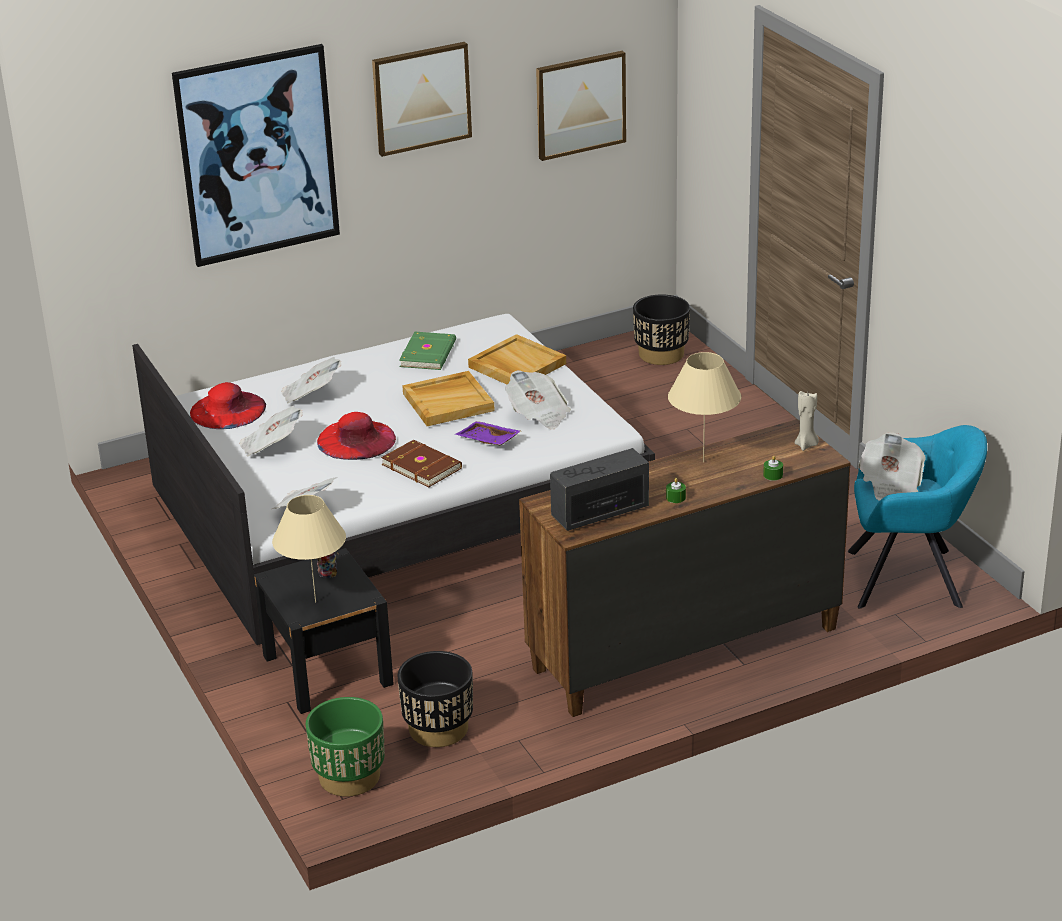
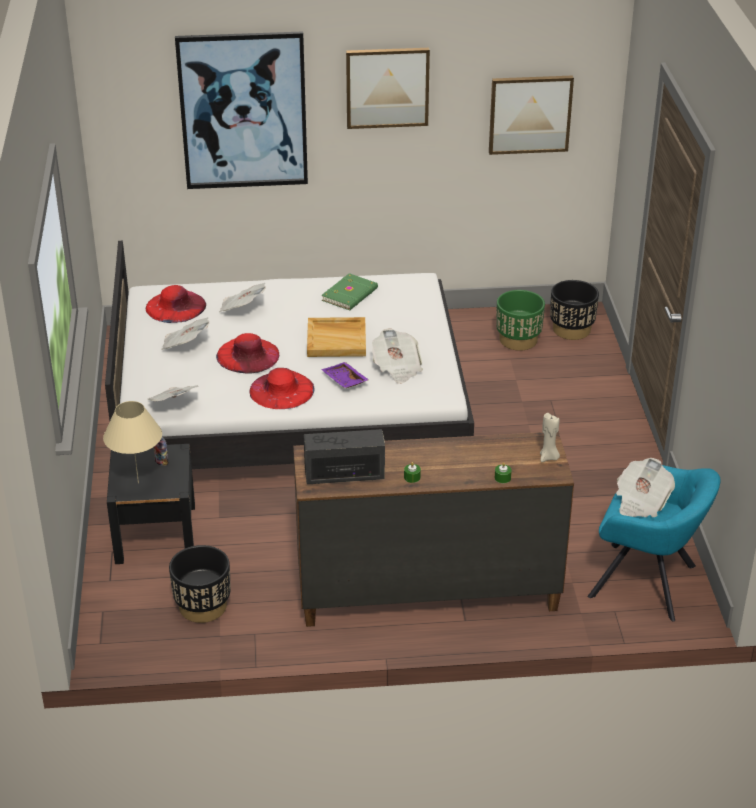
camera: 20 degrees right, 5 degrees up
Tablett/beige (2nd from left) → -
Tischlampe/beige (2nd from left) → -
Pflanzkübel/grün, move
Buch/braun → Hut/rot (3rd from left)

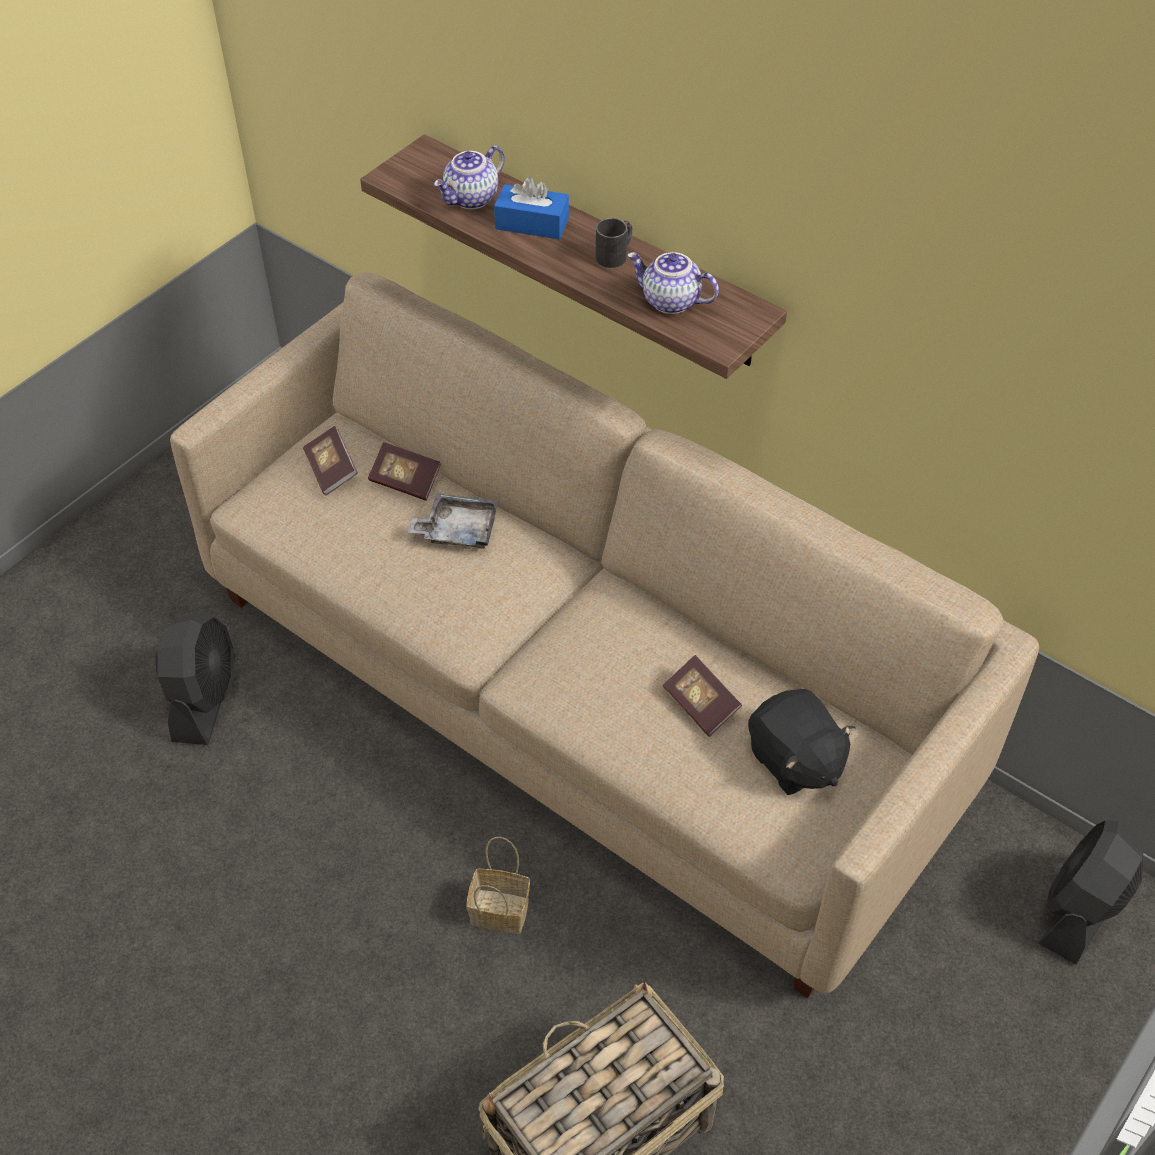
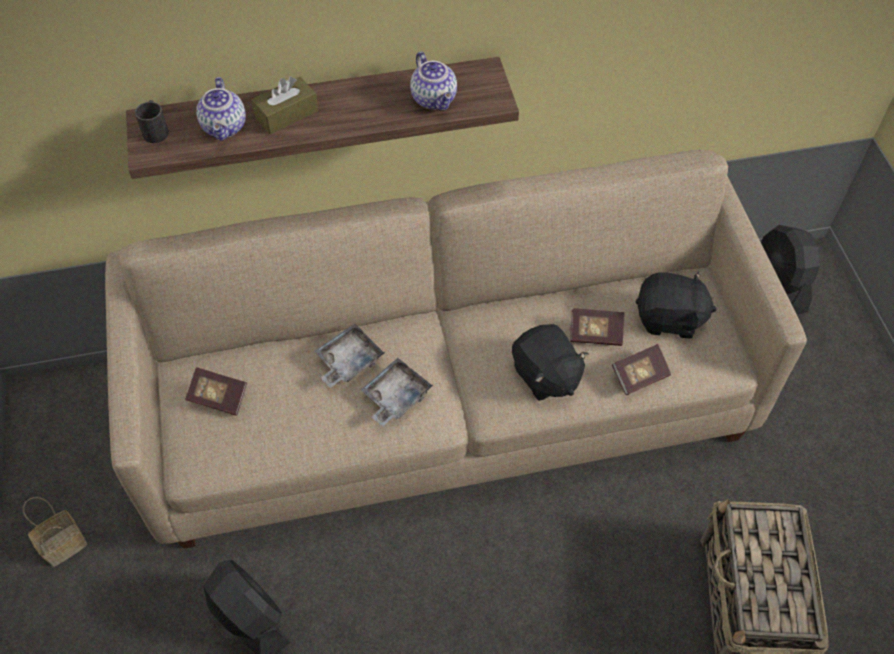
camera: 50 degrees left, 5 degrees up
- → Tablett/grau (2nd from left)
- → Plüschtier/schwarz (1st from left)
Buch (2nd from left in the first image) → Buch (3rd from left), move
Korb (1st from left), move
Henkelbecher/schwarz, move
Taschentuchbox/blau → Taschentuchbox/braun
Teekanne (2nd from left), 90 degrees counterclockwise

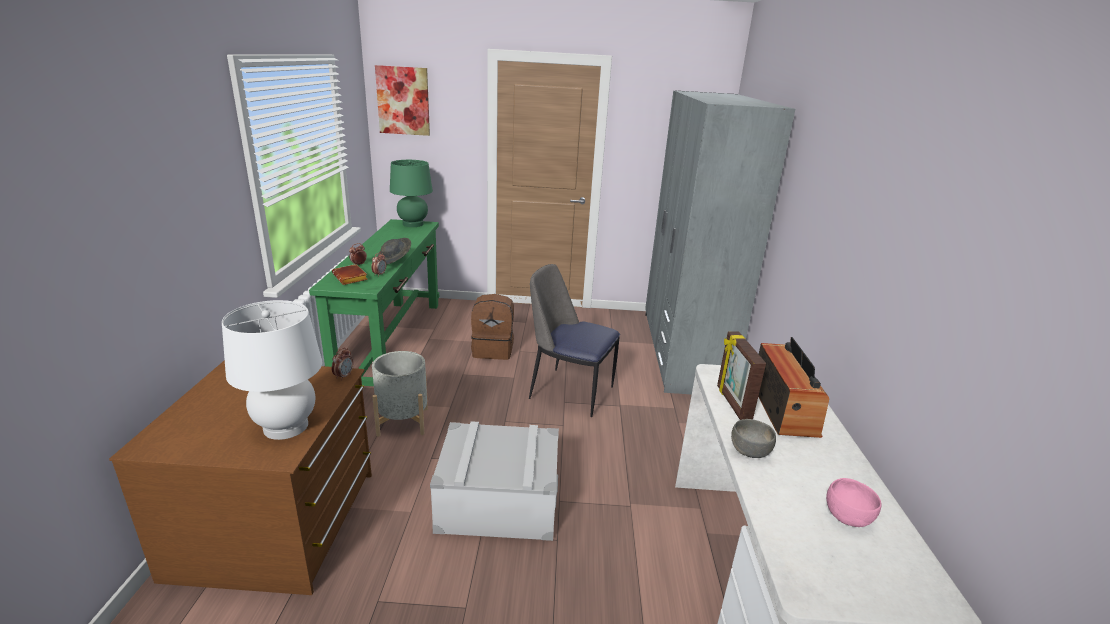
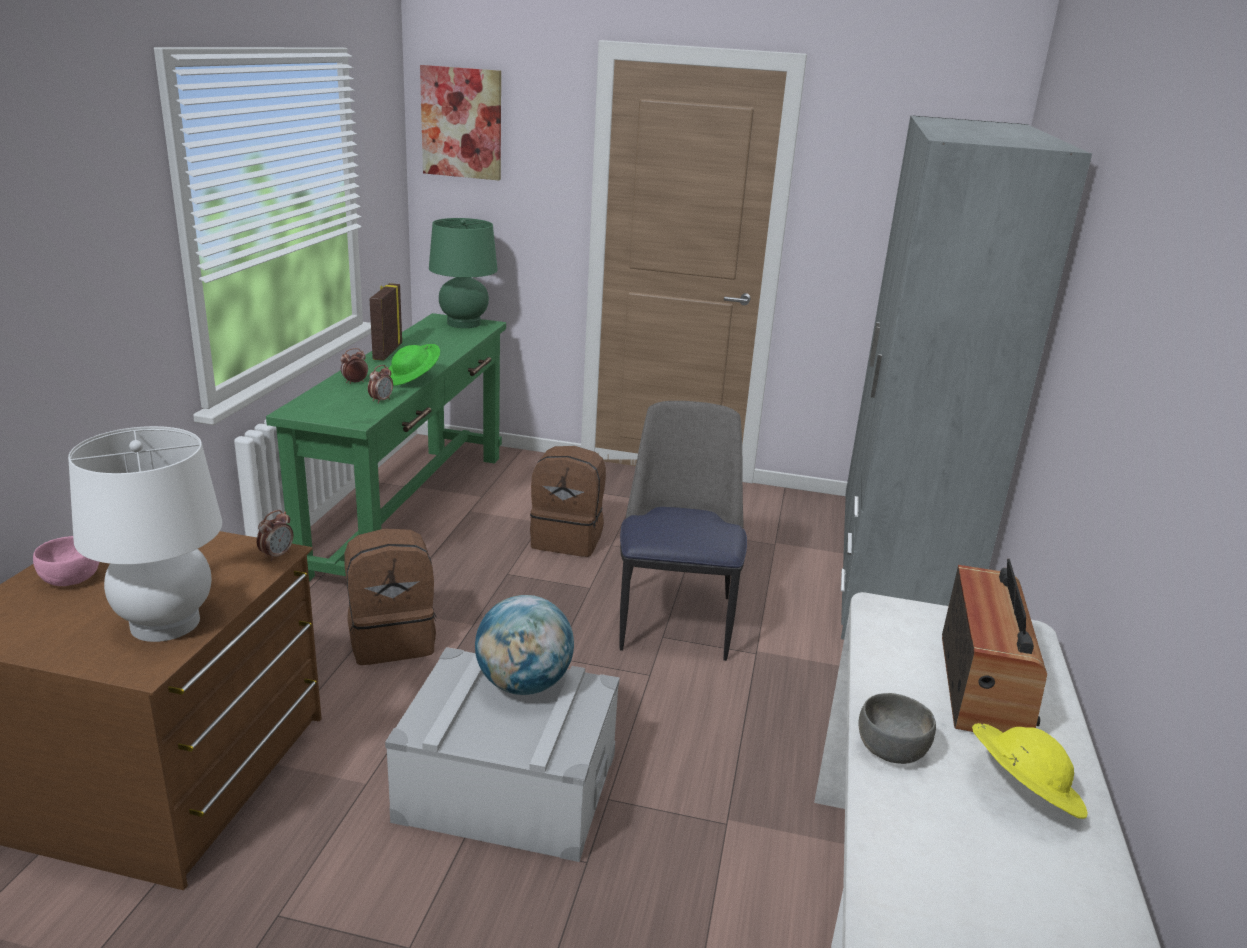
camera: 10 degrees right, 0 degrees up
Buch/braun → -
- → Globus
- → Hut/gelb
Bilderrahmen, move
Schüssel/rosa, move
Pflanzkübel/grau → Rucksack/braun (1st from left)
Hut/grau → Hut/grün
Stuhl, 60 degrees clockwise

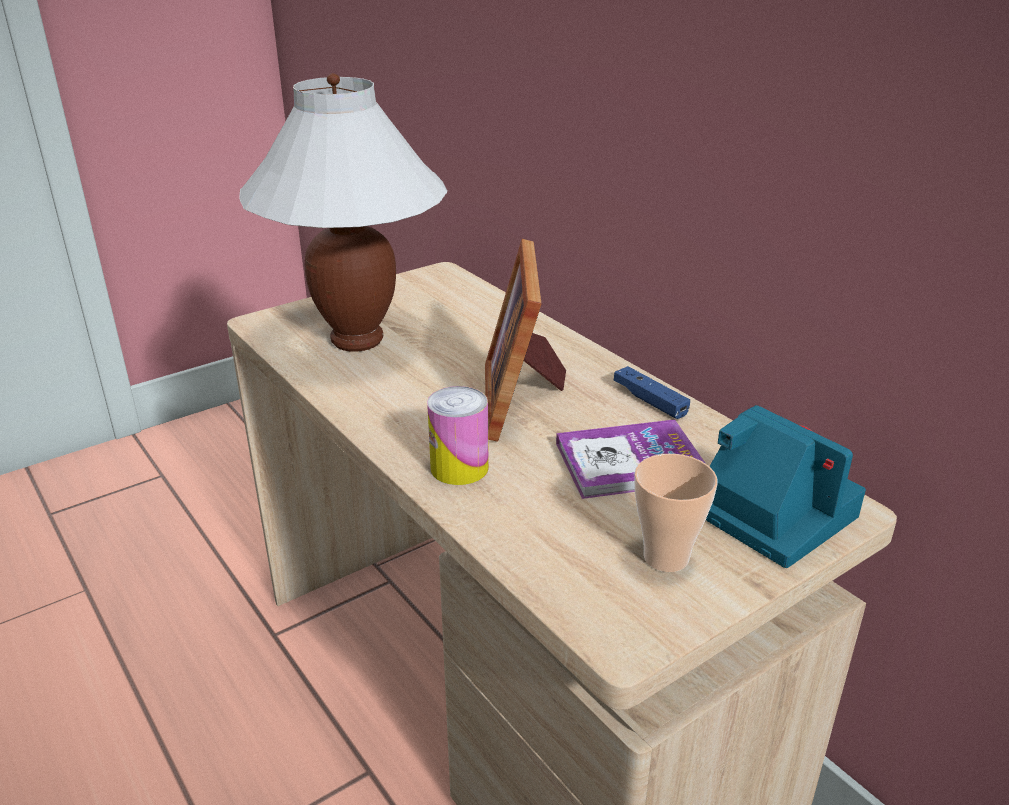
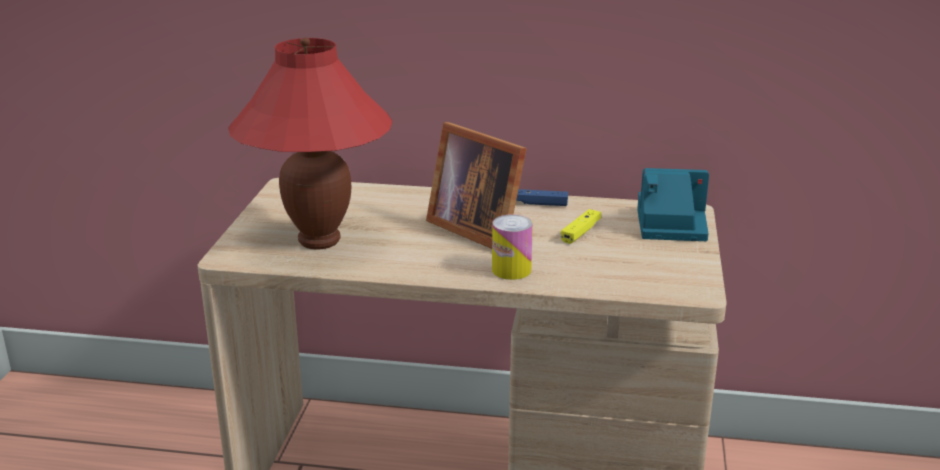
camera: 45 degrees left, 5 degrees down
Tasse → -
Buch → Gamepad/gelb
Tischlampe/weiß → Tischlampe/rot

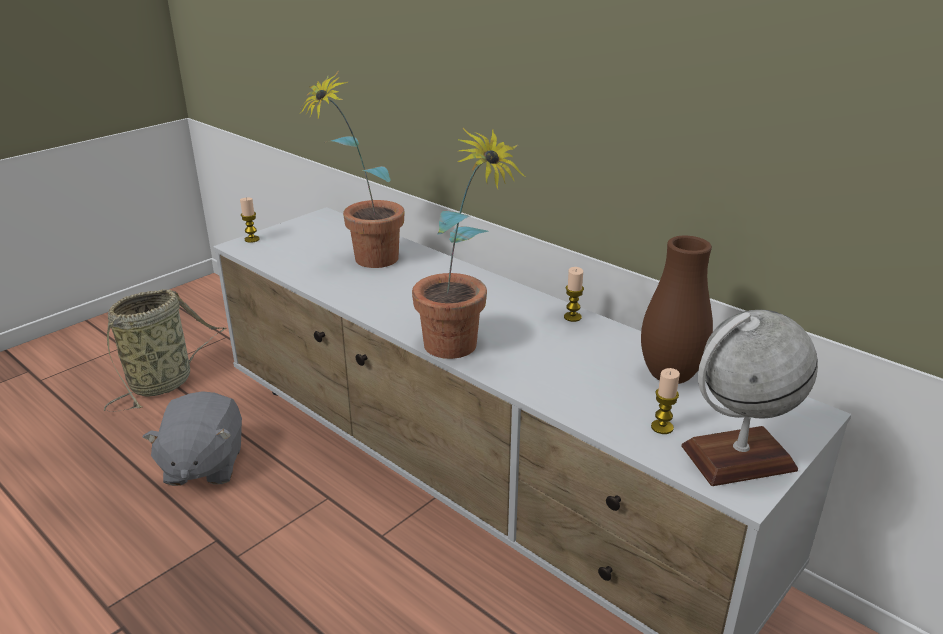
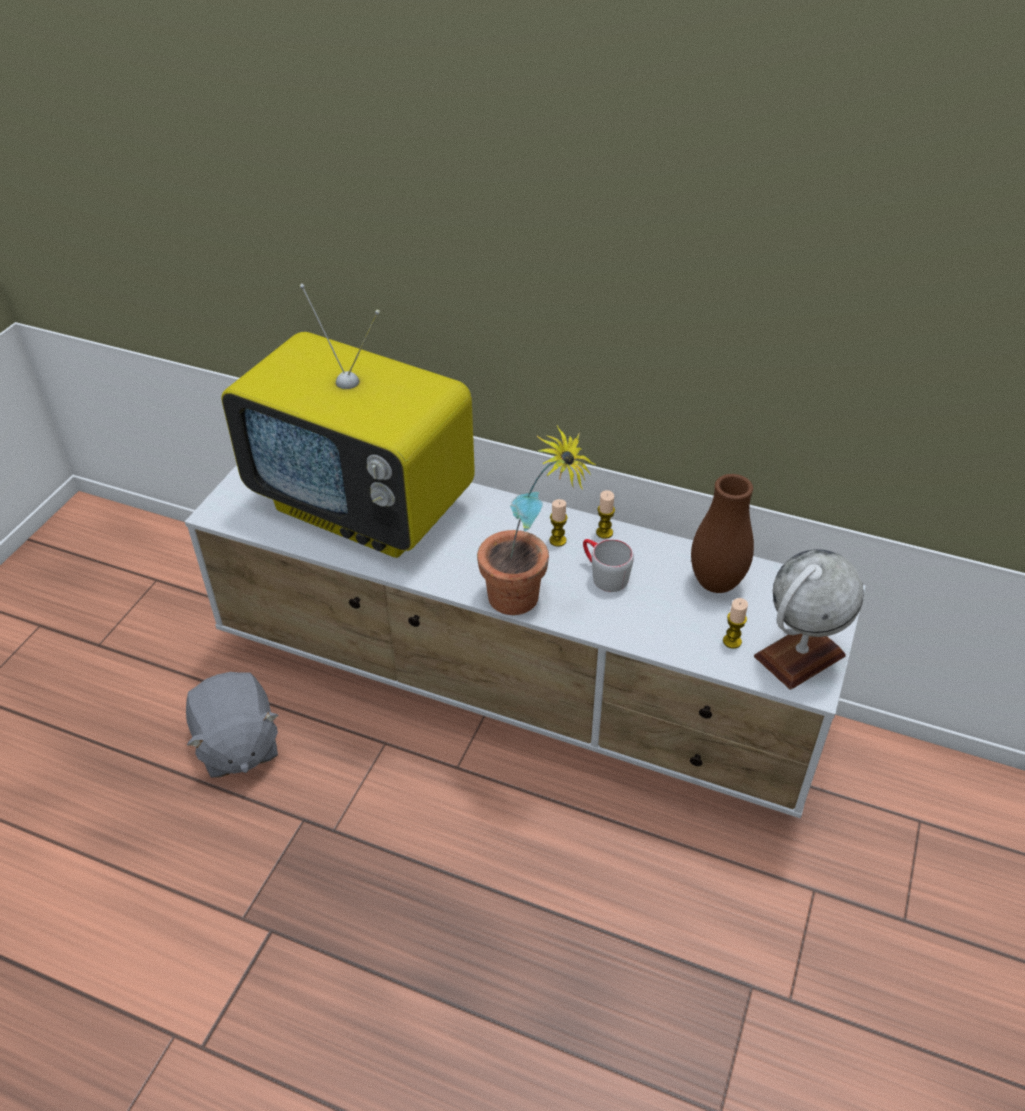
camera: 20 degrees left, 15 degrees up
Korb → -
- → Henkelbecher/grau
Kerze (1st from left), move
Topfpflanze (1st from left) → Fernseher

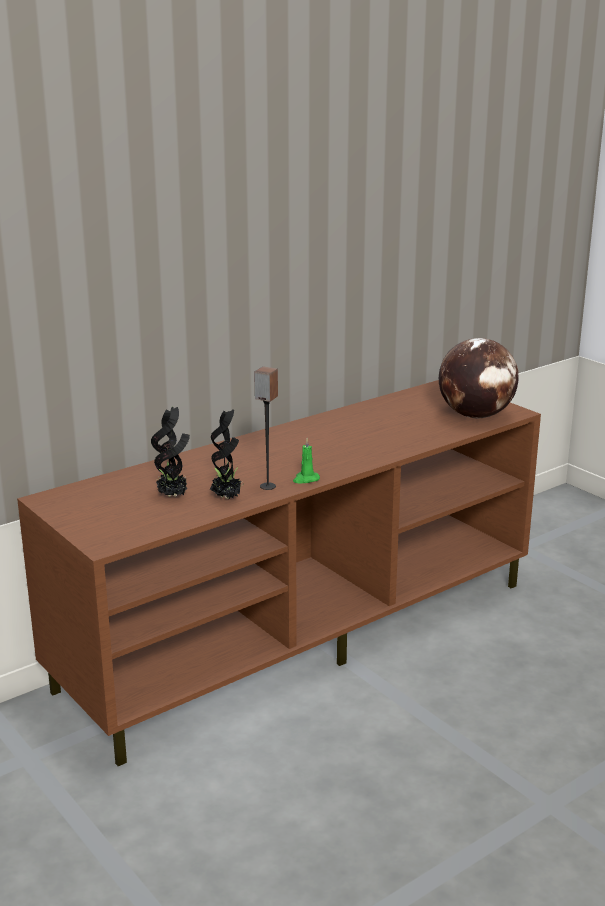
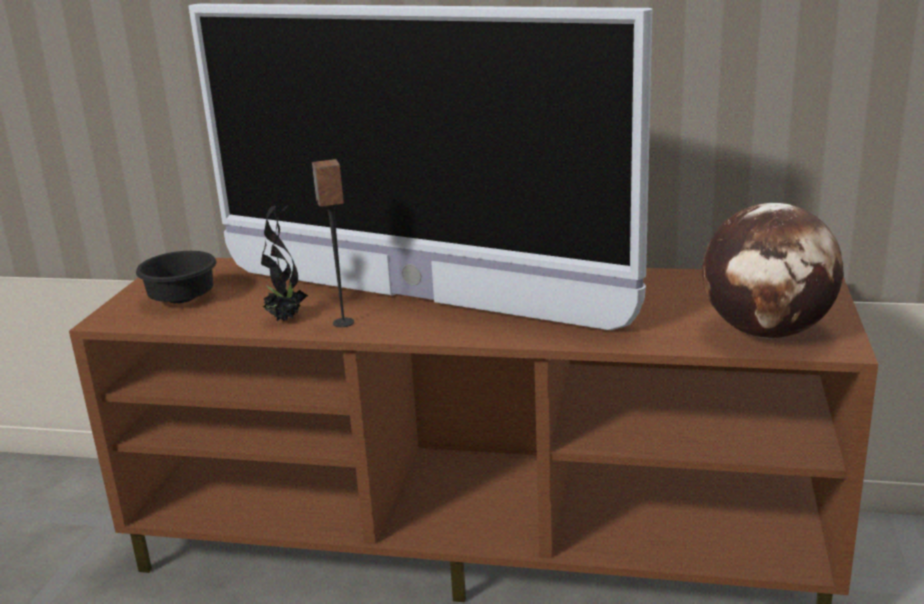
camera: 50 degrees right, 0 degrees up
Topfpflanze (1st from left) → -
Kerze/grün → -
- → Schüssel/schwarz
- → Fernseher

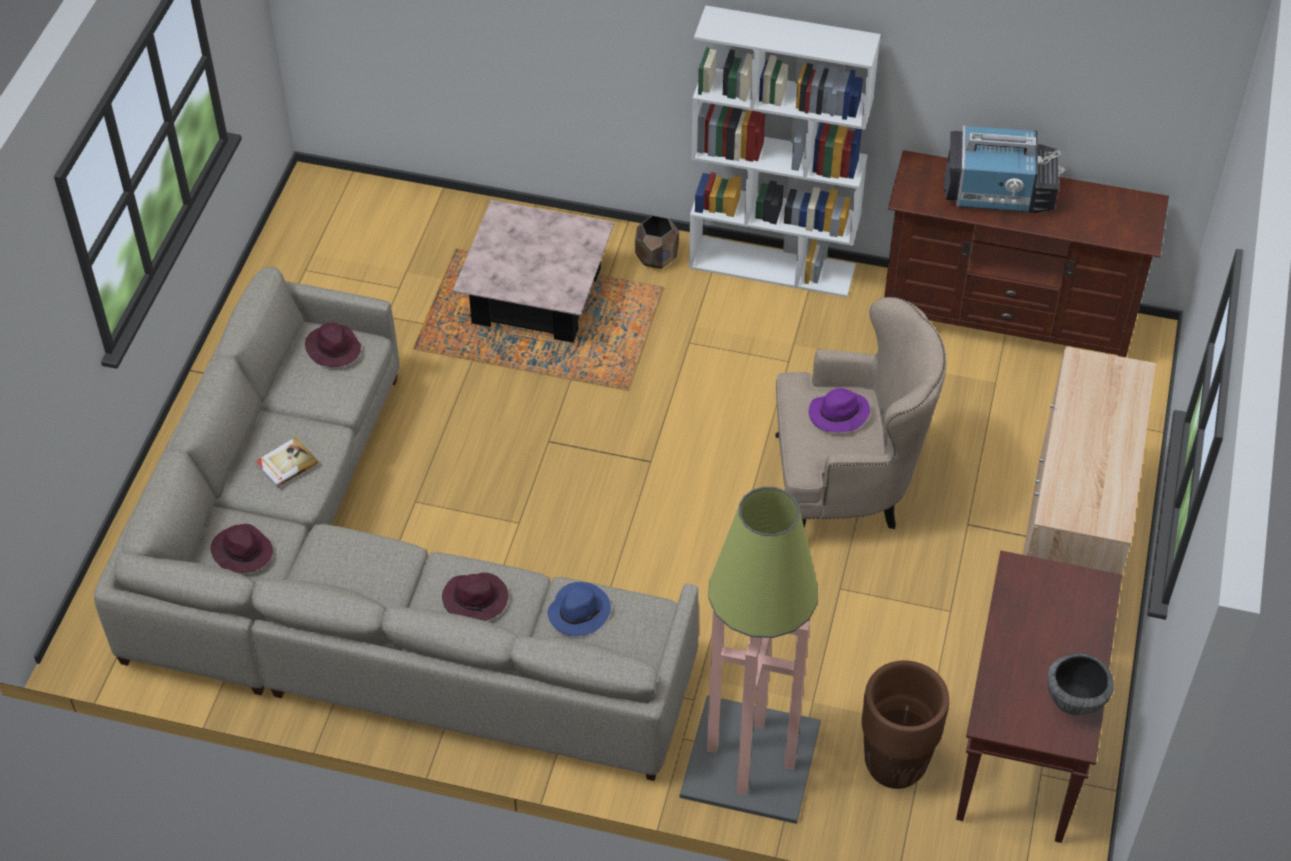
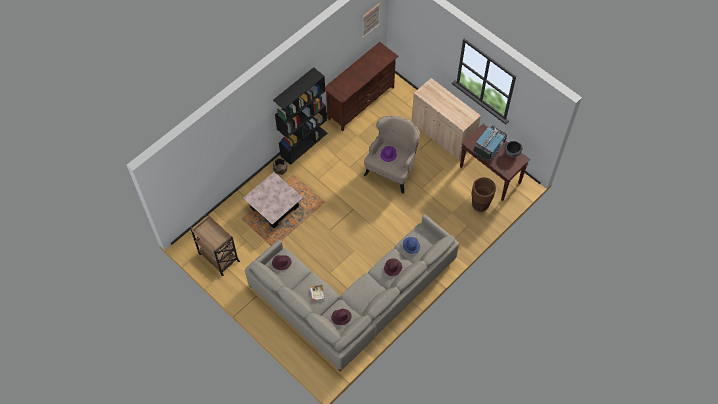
camera: 60 degrees left, 10 degrees up
Stehlampe → -
- → Rollwagen/braun
- → Bild
Fernseher, move
Bücherregal/weiß → Bücherregal/schwarz

